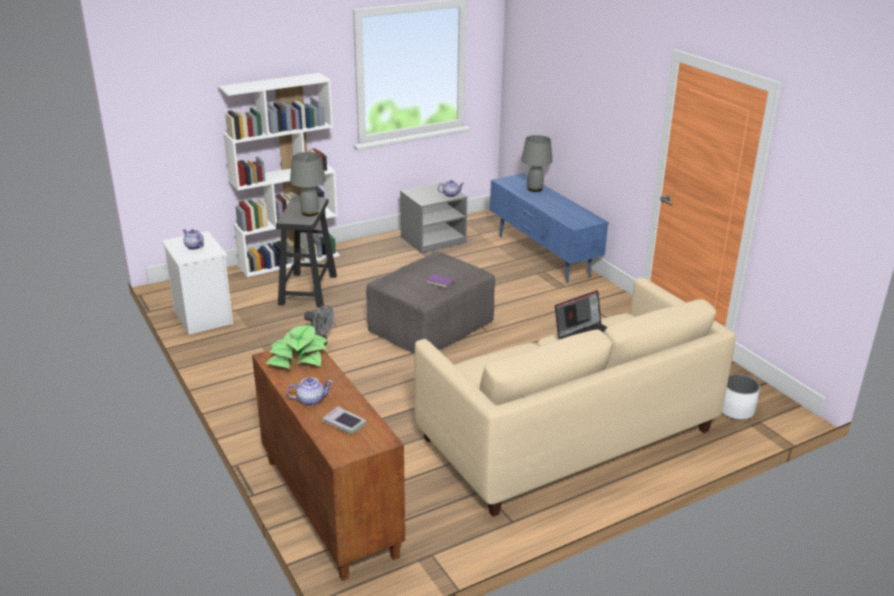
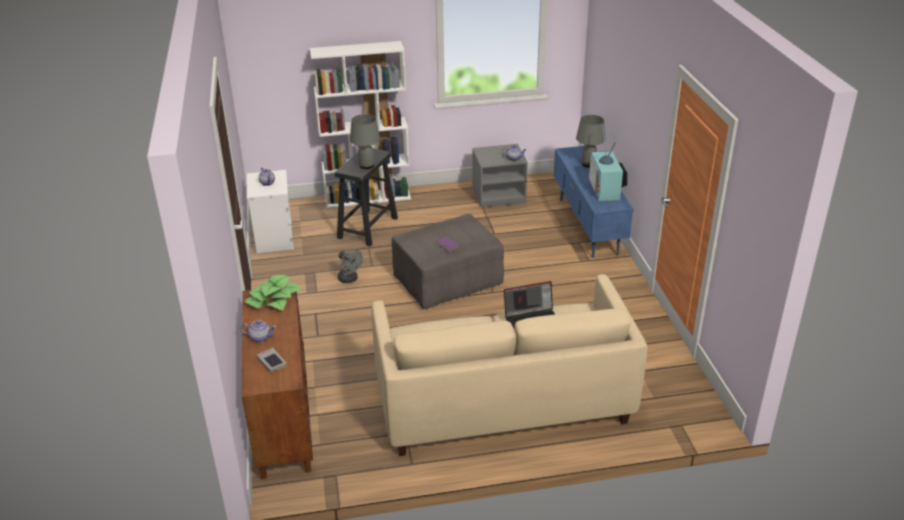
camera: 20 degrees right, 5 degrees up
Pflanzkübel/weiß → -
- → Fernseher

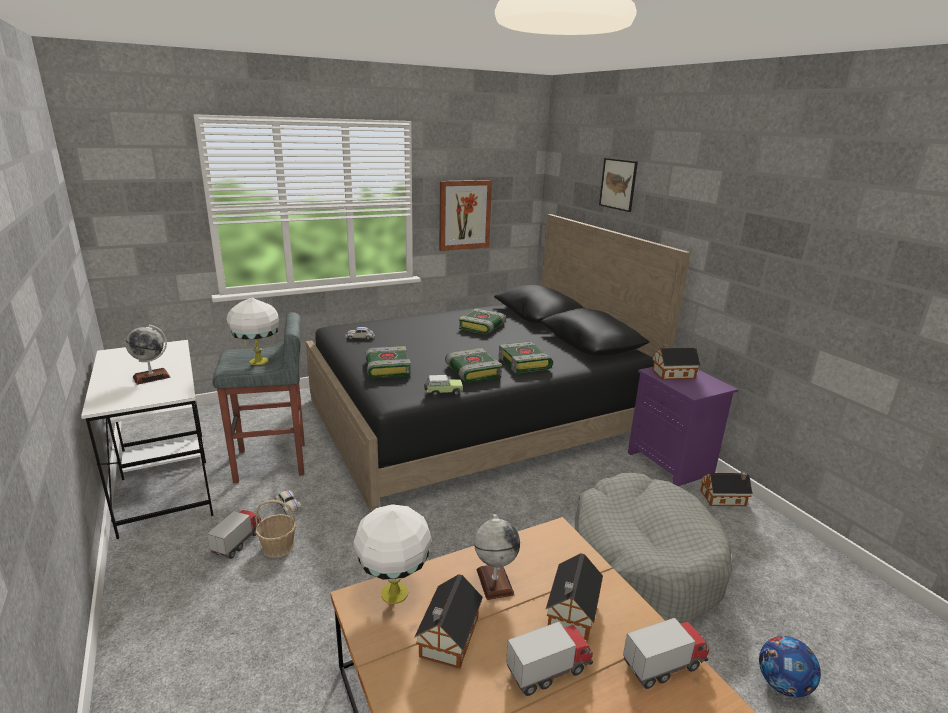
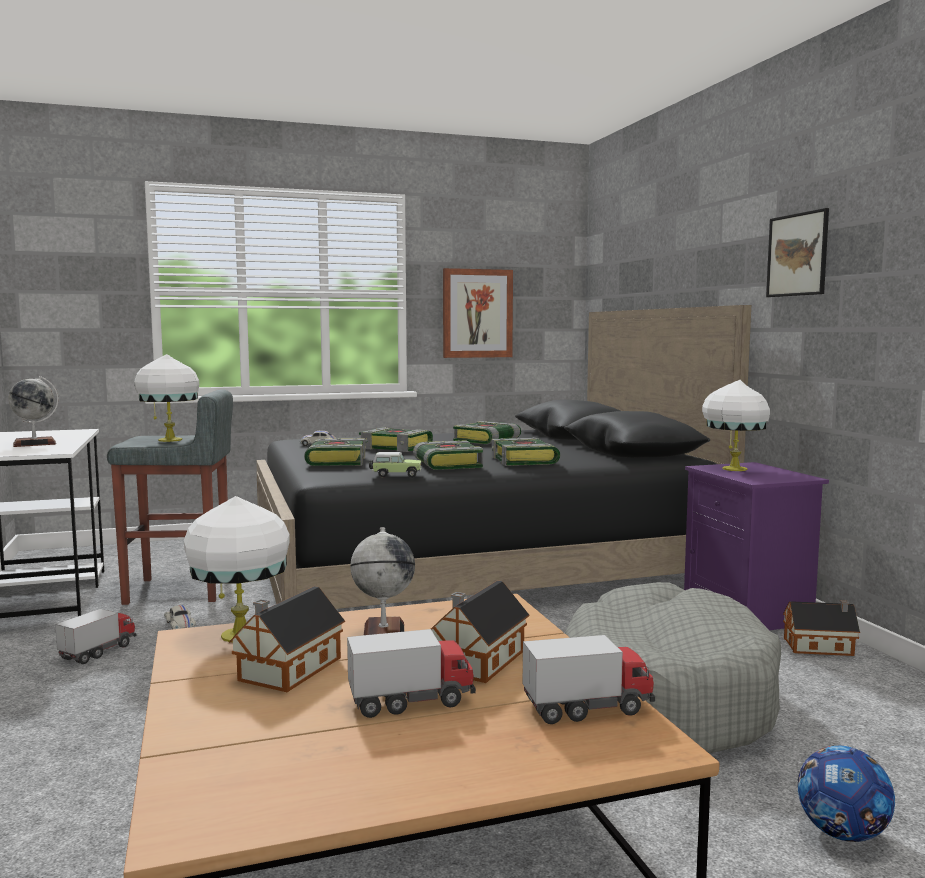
camera: 10 degrees right, 15 degrees down
Korb → -
- → Buch (2nd from left)
Bild (2nd from left), move
Spielzeughaus (3rd from left) → Tischlampe/weiß (3rd from left)

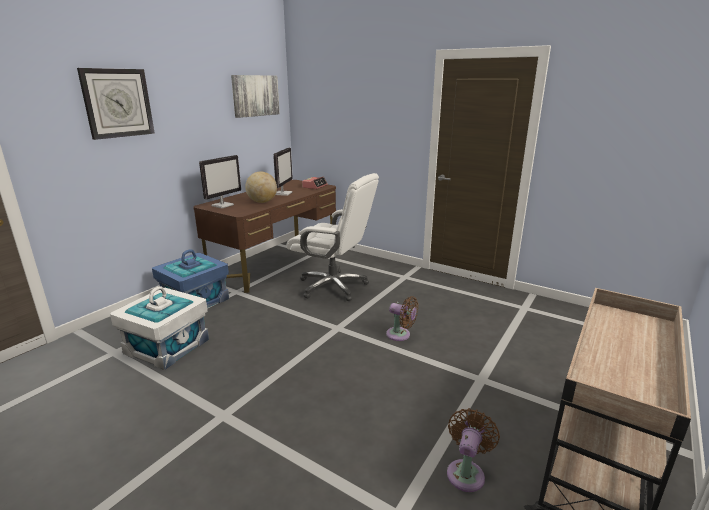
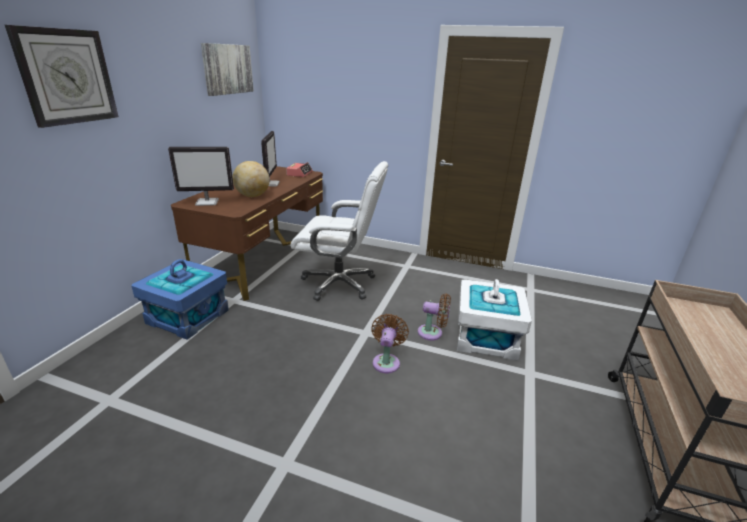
camera: 15 degrees left, 5 degrees up
Aufbewahrungsbox/weiß, move
Ventilator/braun (2nd from left in the first image) → Ventilator/braun (1st from left), move
Monitor (1st from left), 60 degrees clockwise

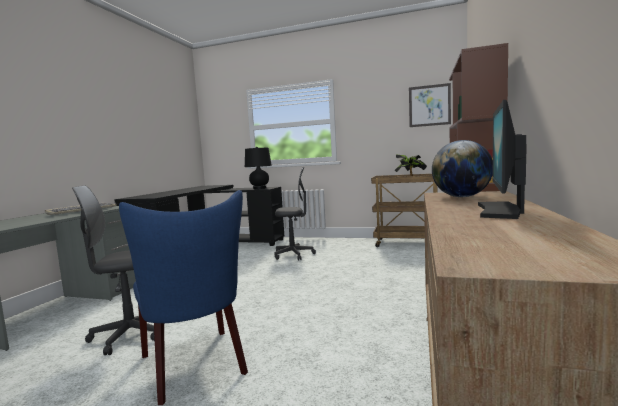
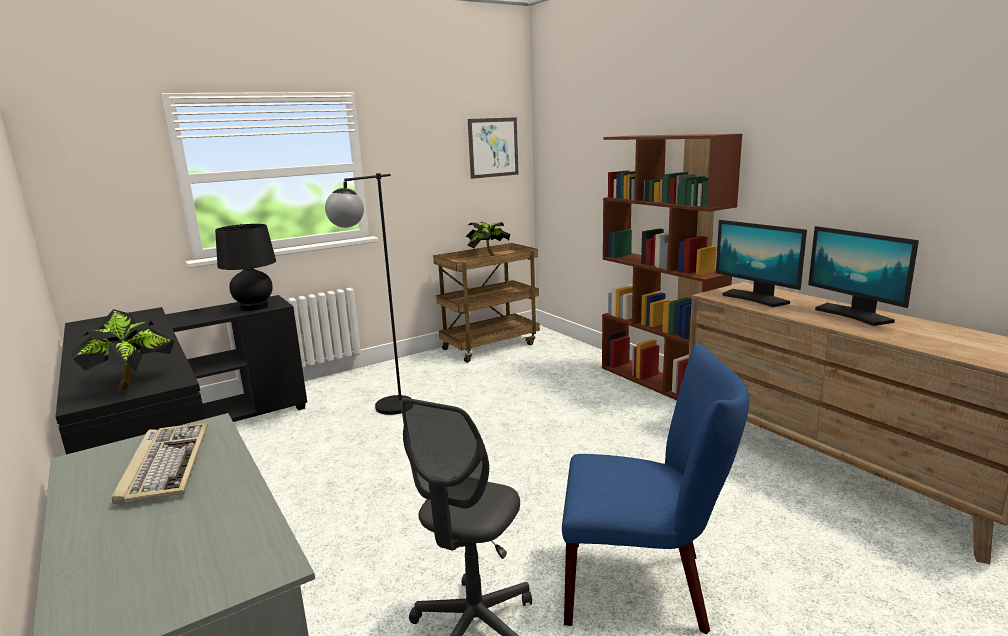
camera: 50 degrees left, 10 degrees up
- → Topfpflanze (1st from left)
Bürostuhl/grau (2nd from left) → Stehlampe/schwarz
Globus → Monitor (1st from left)

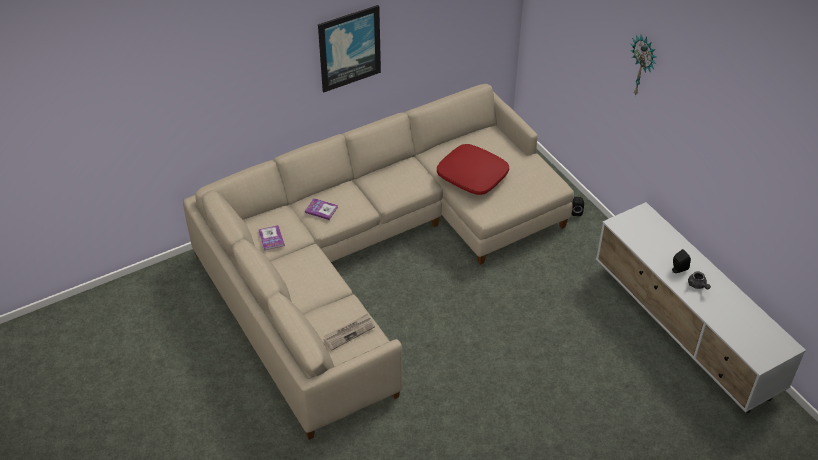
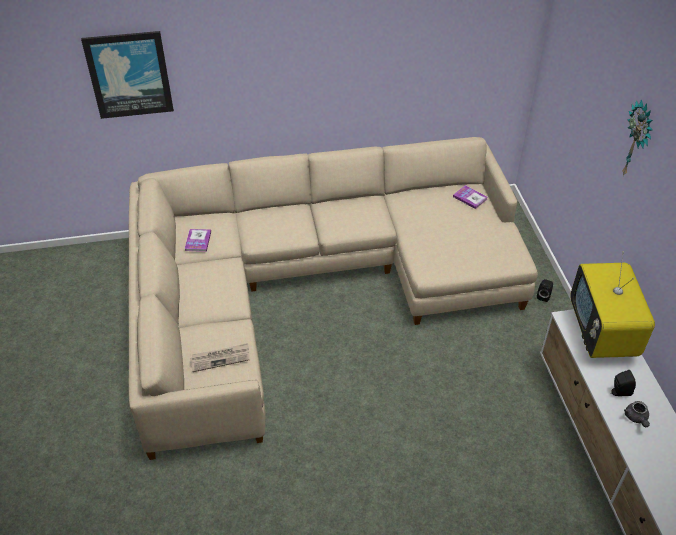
camera: 20 degrees right, 0 degrees up
Kissen/rot → -
- → Fernseher
Buch (2nd from left), move
Bild, move

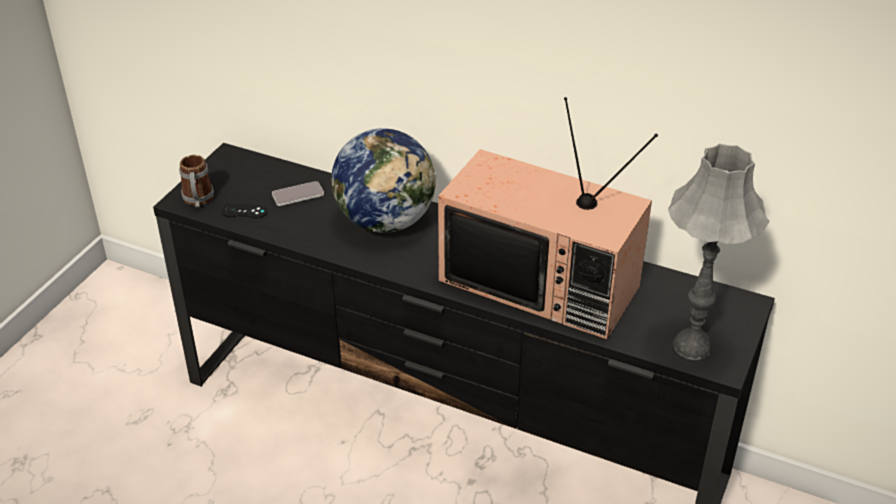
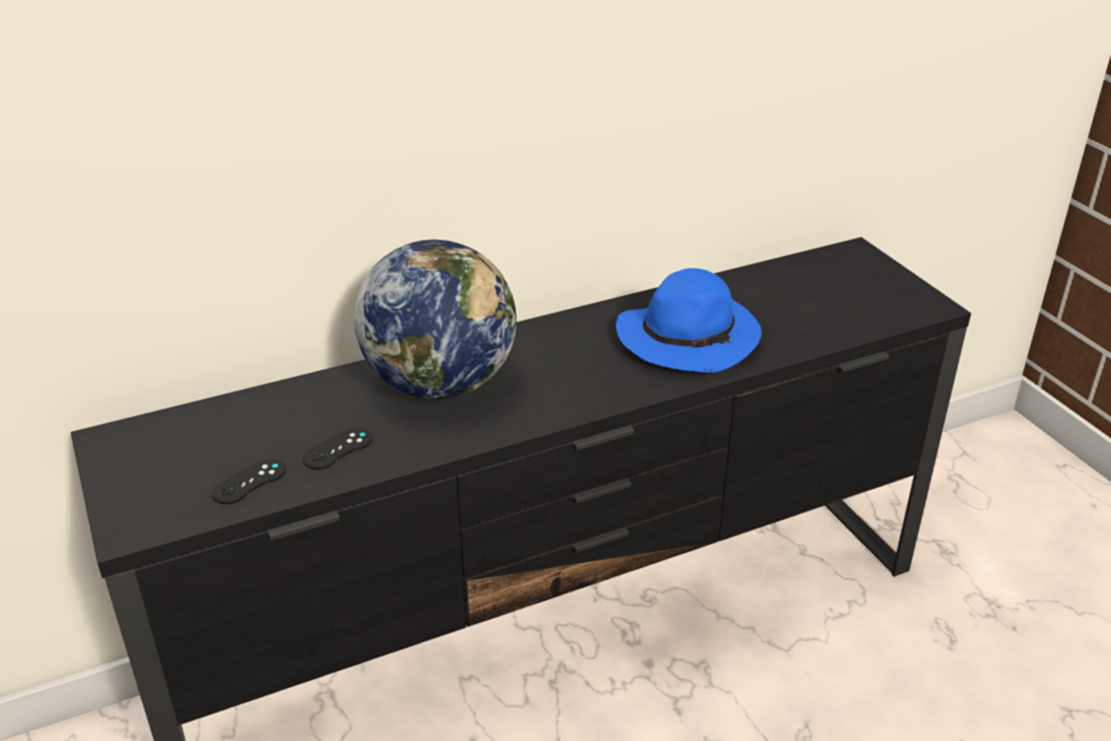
camera: 50 degrees left, 5 degrees down
Henkelbecher → -
Handy → -
Tischlampe/grau → -
- → Gamepad/schwarz (2nd from left)
Fernseher → Hut/blau

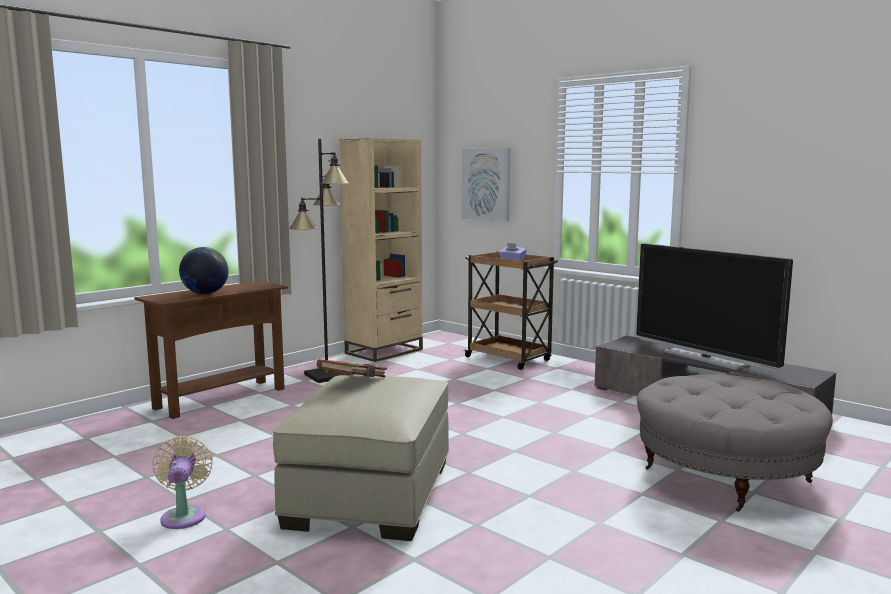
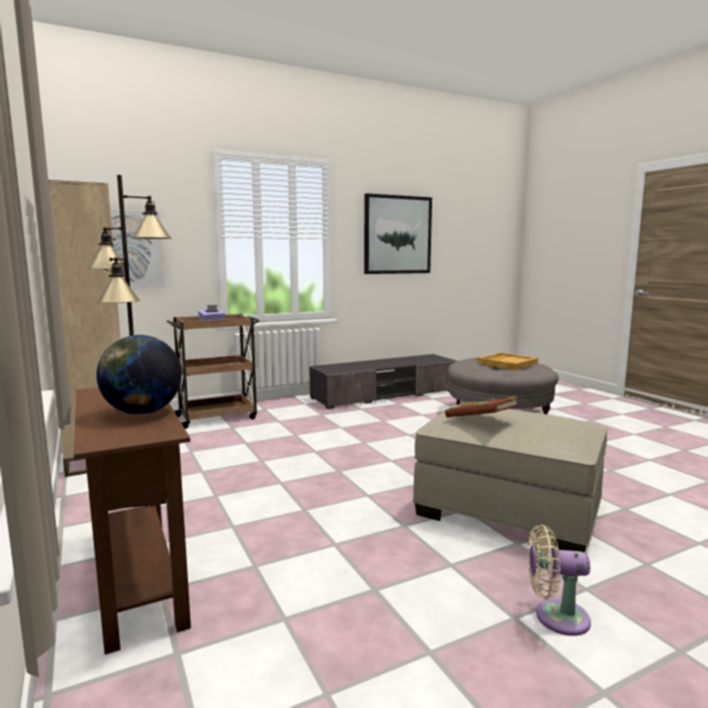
camera: 70 degrees left, 0 degrees up
Fernseher → -
- → Bild (2nd from left)
- → Tablett/beige

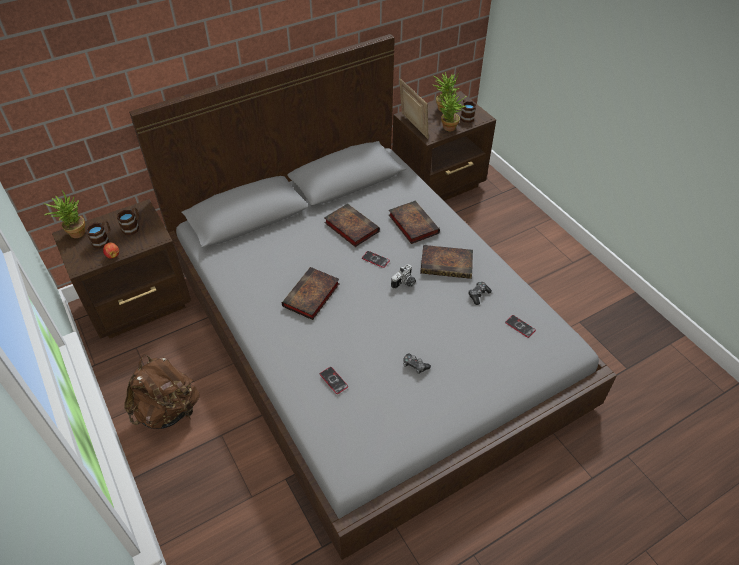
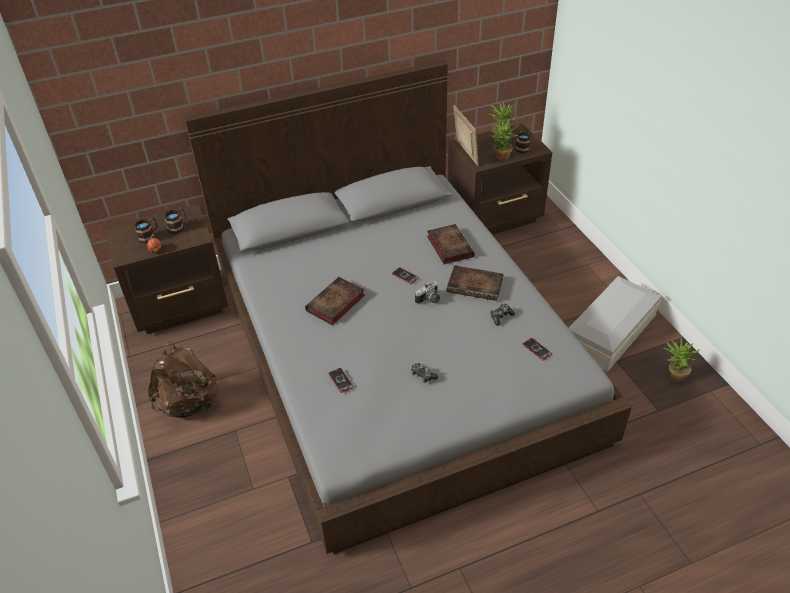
camera: 10 degrees right, 5 degrees down
Buch (2nd from left) → -
- → Aufbewahrungsbox/weiß
Topfpflanze (1st from left in the first image) → Topfpflanze (3rd from left), move

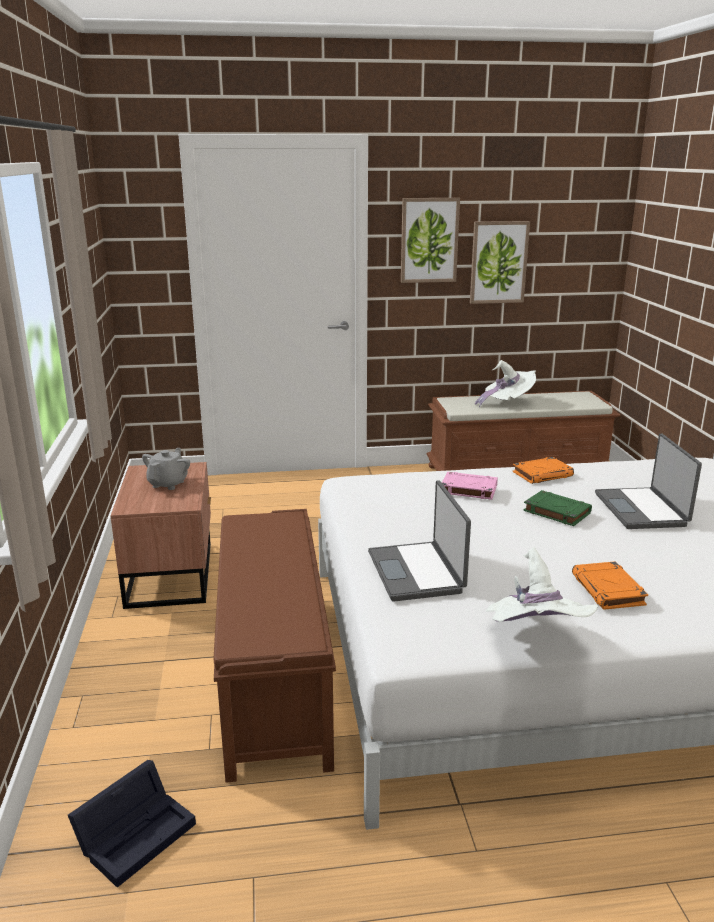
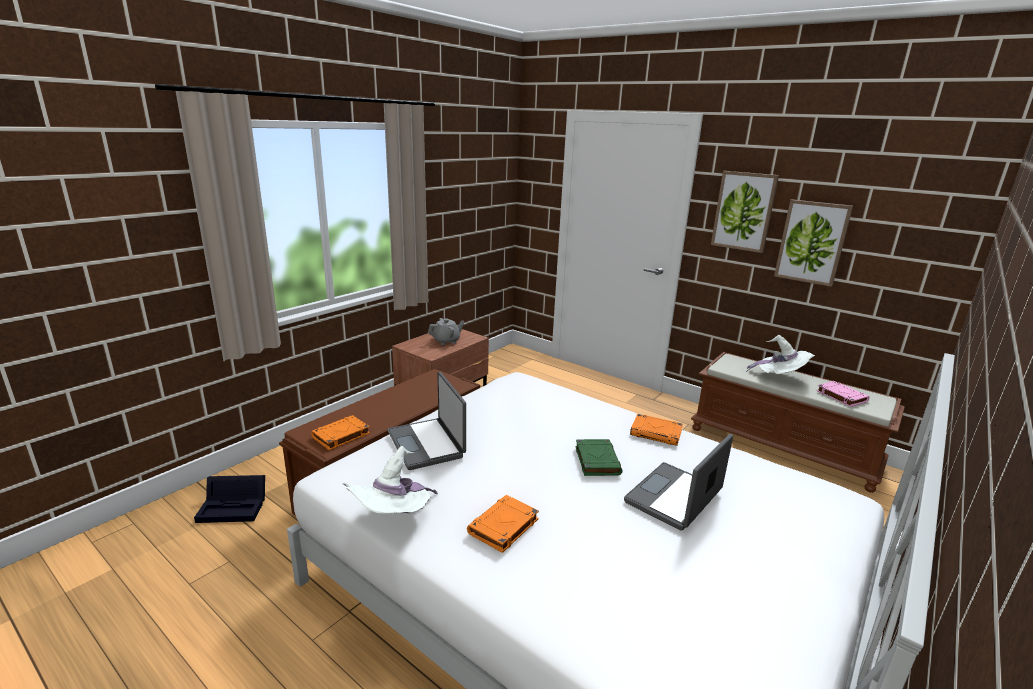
camera: 45 degrees right, 0 degrees up
- → Buch/orange (1st from left)
Buch/rosa, move
Laptop (1st from left), 60 degrees counterclockwise

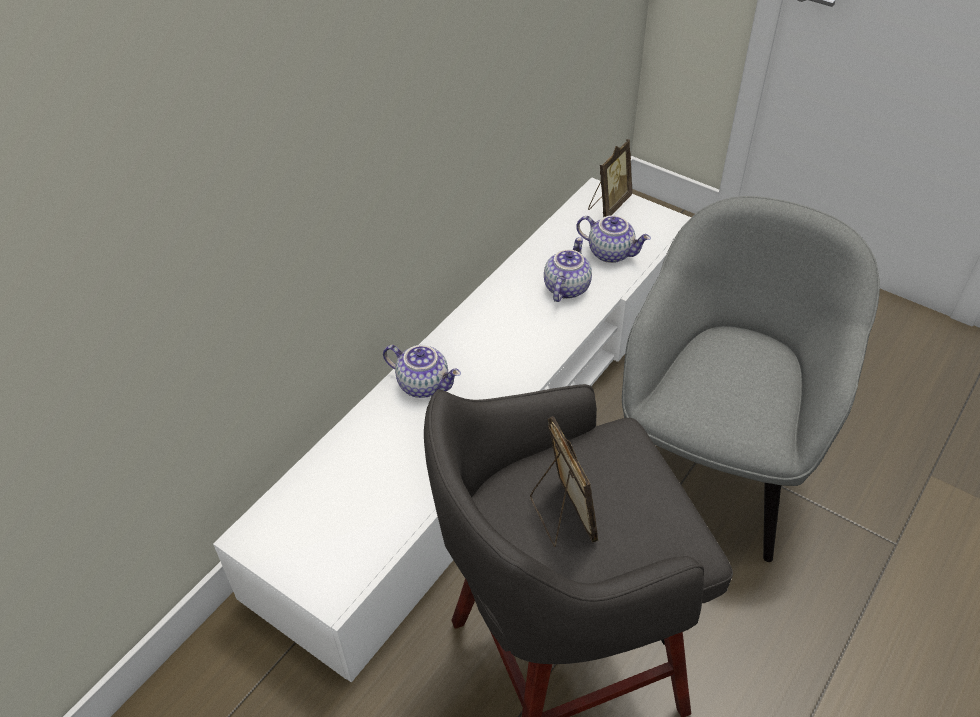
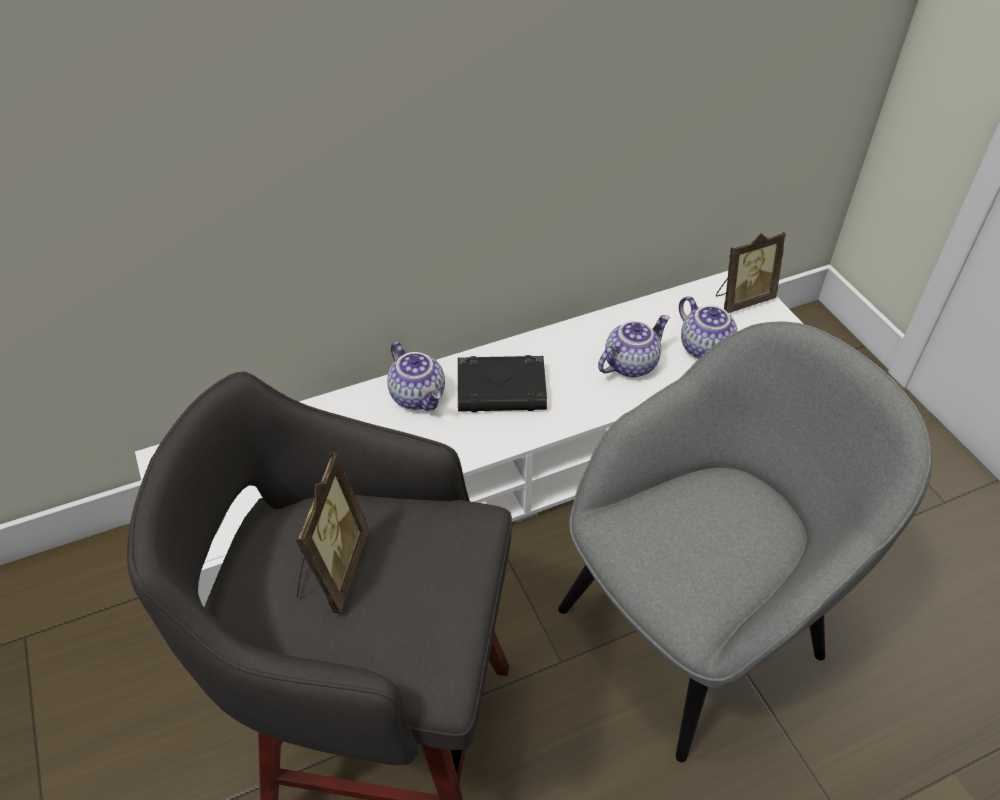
camera: 30 degrees right, 0 degrees up
- → Buch/schwarz

